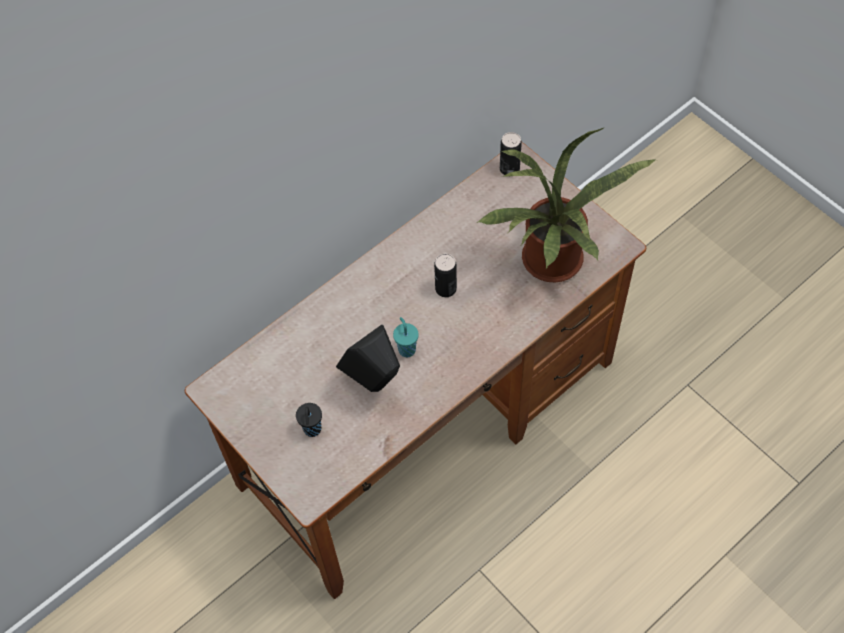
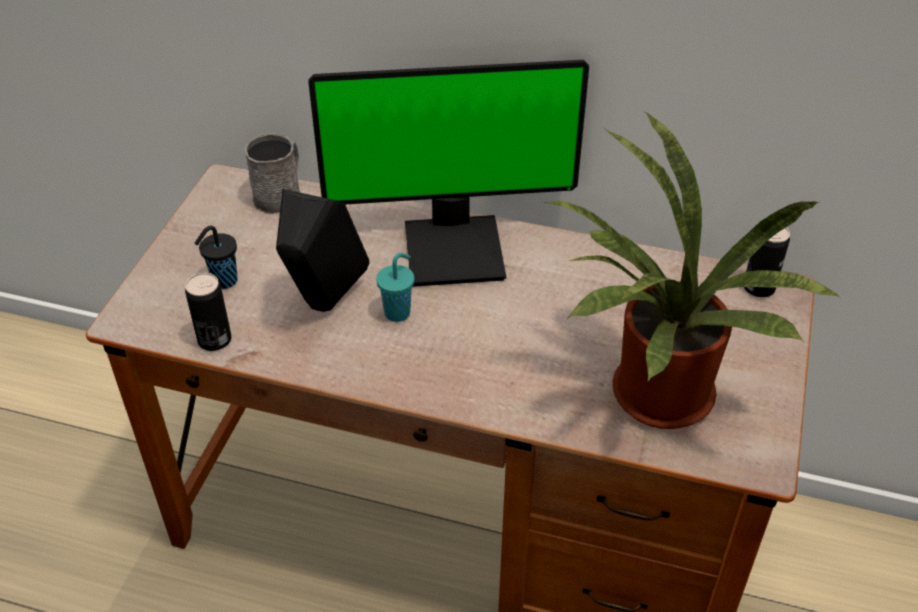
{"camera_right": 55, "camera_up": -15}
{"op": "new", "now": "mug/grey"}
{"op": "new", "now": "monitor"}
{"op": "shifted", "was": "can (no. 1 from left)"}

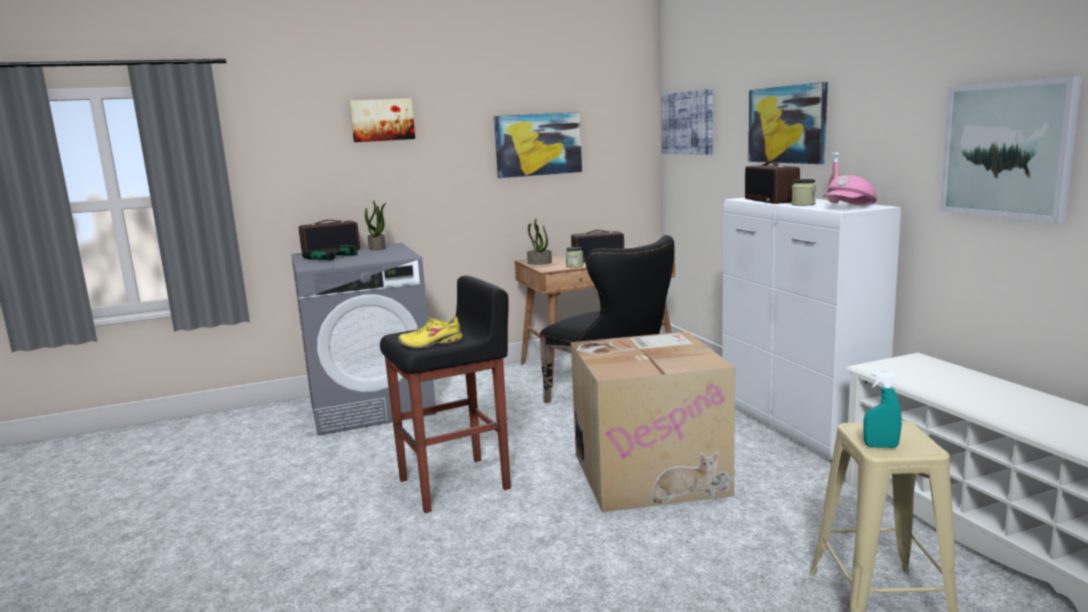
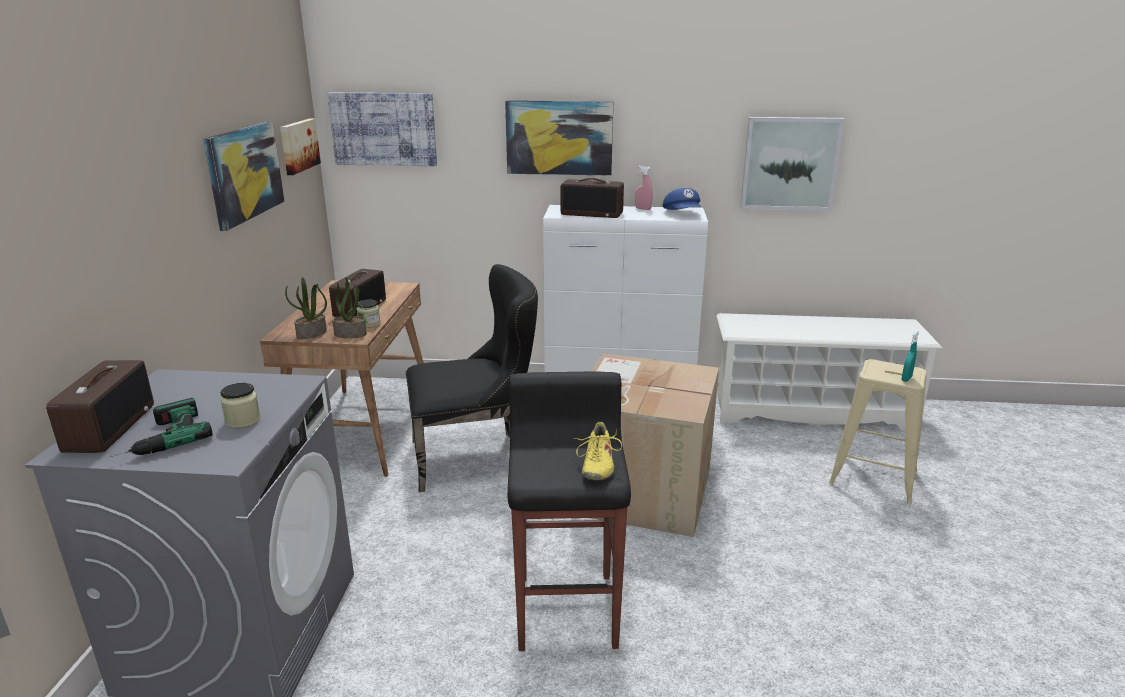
{"camera_right": -65, "camera_up": 10}
{"op": "shifted", "was": "picture (no. 1 from left in the first image)", "now": "picture (no. 2 from left)"}
{"op": "shifted", "was": "potted plant (no. 1 from left in the first image)", "now": "potted plant (no. 2 from left)"}
{"op": "shifted", "was": "jar (no. 2 from left in the first image)", "now": "jar (no. 1 from left)"}
{"op": "repainted", "was": "cap/pink", "now": "cap/blue"}

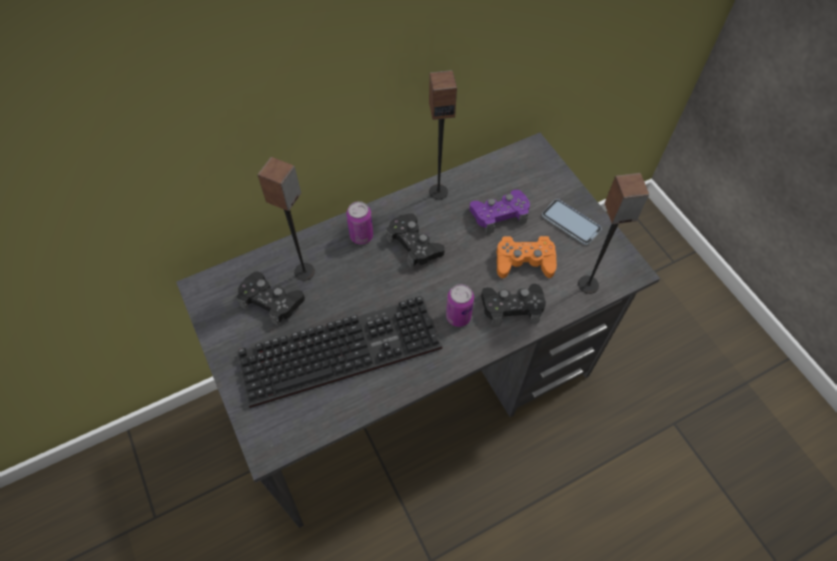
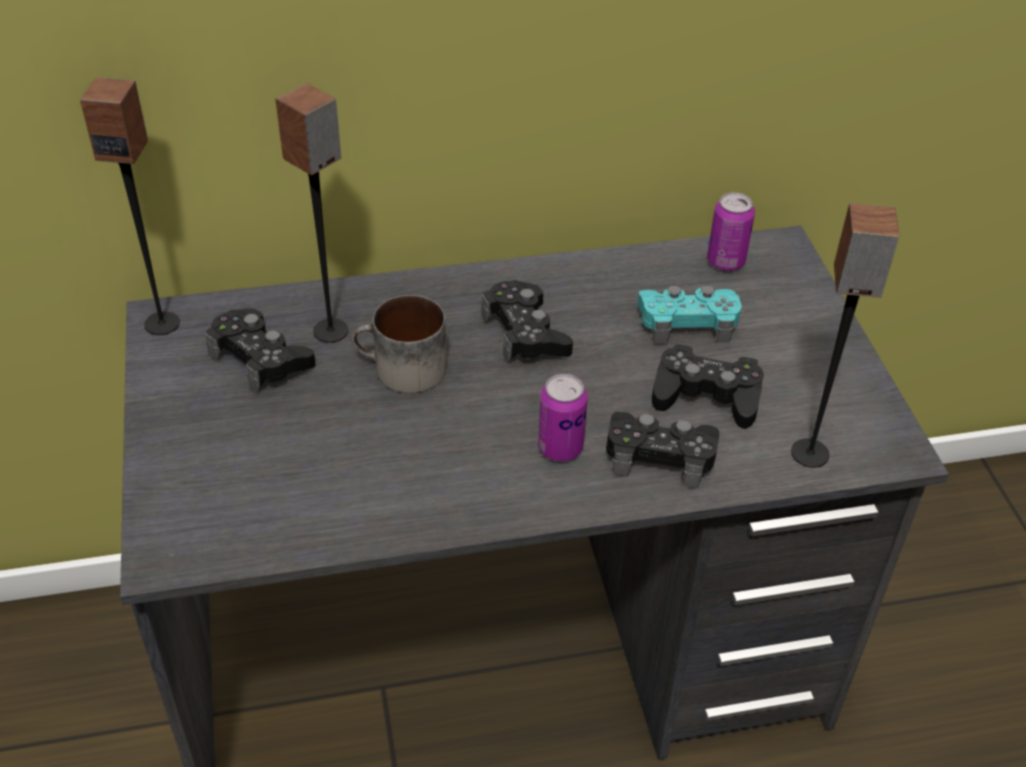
{"camera_right": 15, "camera_up": -15}
{"op": "gone", "was": "keyboard"}
{"op": "gone", "was": "phone"}
{"op": "new", "now": "mug"}
{"op": "shifted", "was": "can (no. 1 from left in the first image)", "now": "can (no. 2 from left)"}
{"op": "shifted", "was": "speaker (no. 2 from left in the first image)", "now": "speaker (no. 1 from left)"}
{"op": "repainted", "was": "game controller/purple", "now": "game controller/turquoise"}
{"op": "repainted", "was": "game controller/orange", "now": "game controller/black (no. 4 from left)"}

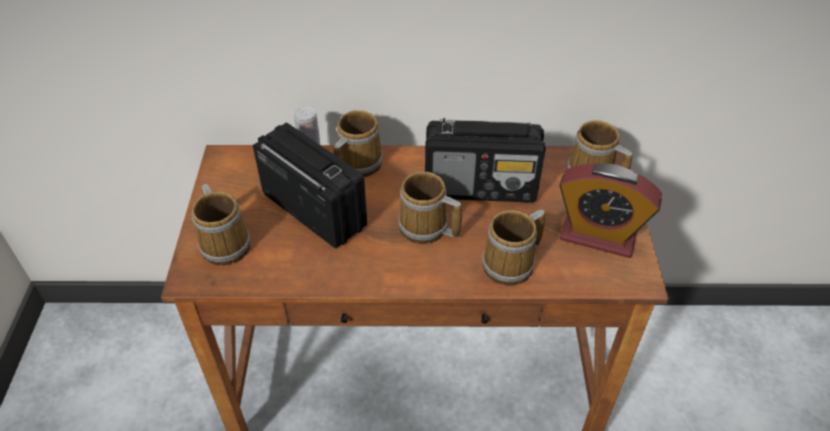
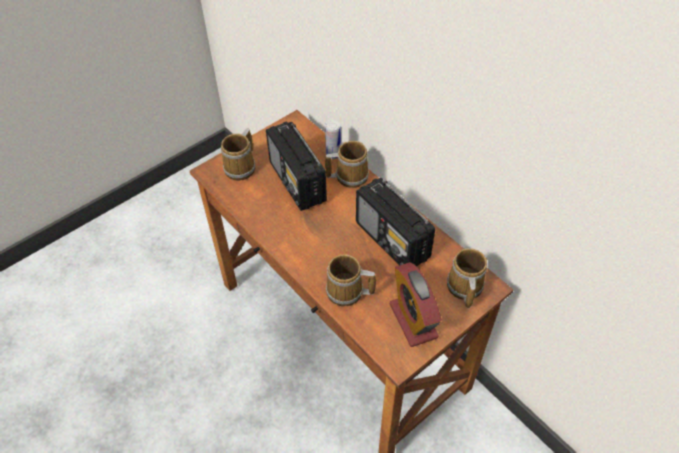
{"camera_right": 50, "camera_up": 5}
{"op": "gone", "was": "mug (no. 3 from left)"}
{"op": "rotated", "was": "radio (no. 1 from left)", "clockwise": 150}

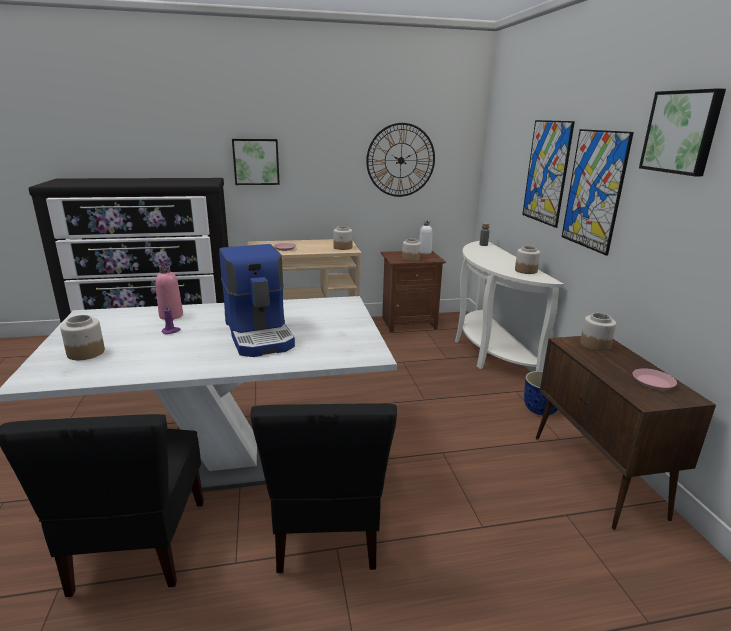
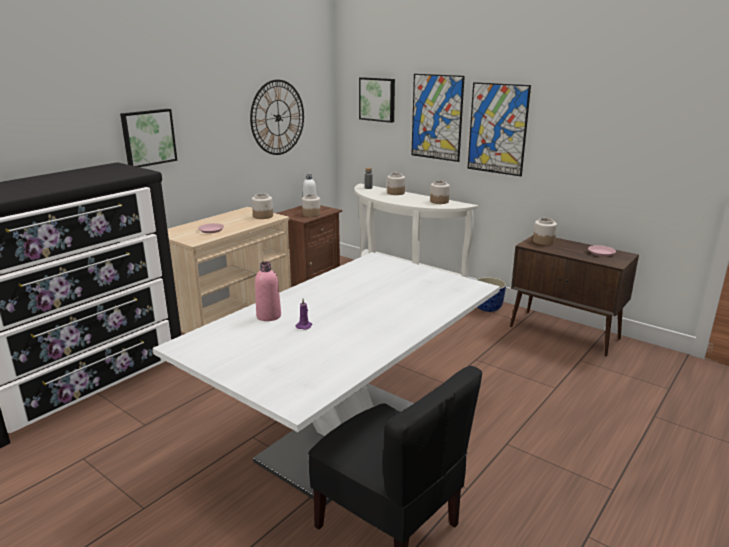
{"camera_right": -40, "camera_up": 0}
{"op": "gone", "was": "coffee machine"}
{"op": "gone", "was": "chair/black (no. 2 from left)"}
{"op": "shifted", "was": "jar (no. 1 from left in the first image)", "now": "jar (no. 3 from left)"}
{"op": "shifted", "was": "picture (no. 4 from left in the first image)", "now": "picture (no. 2 from left)"}

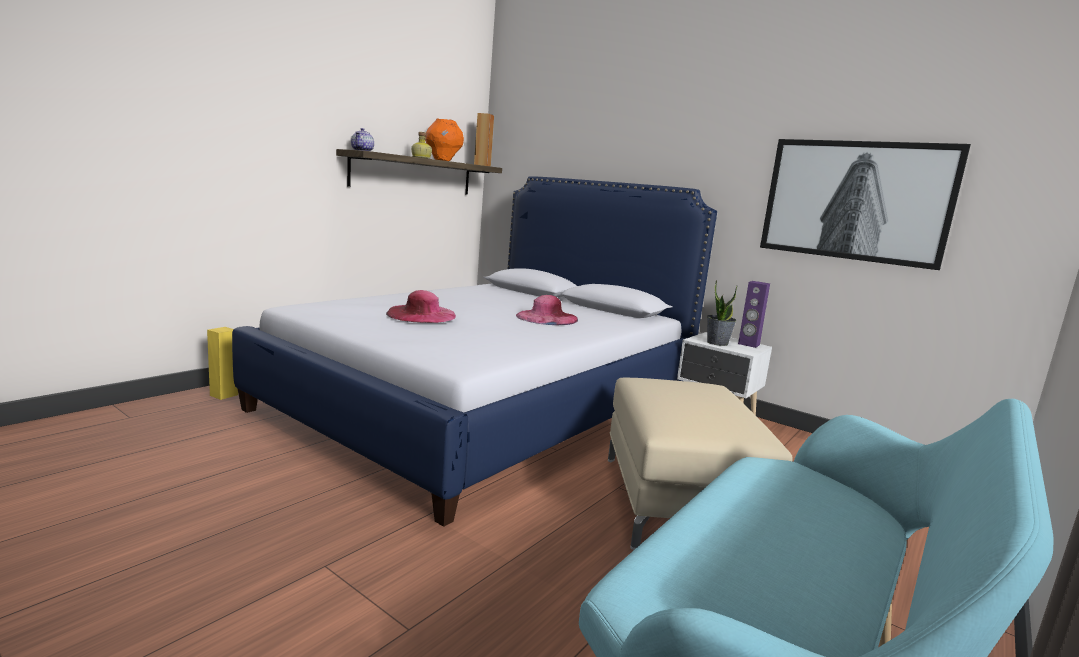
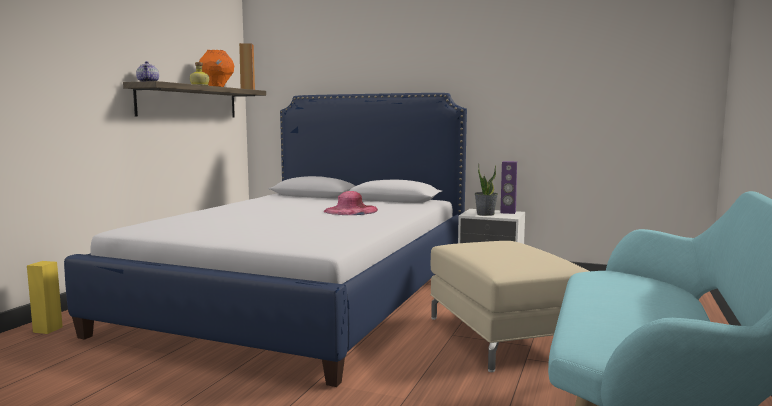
{"camera_right": -15, "camera_up": -5}
{"op": "gone", "was": "hat/pink (no. 1 from left)"}
{"op": "gone", "was": "picture"}

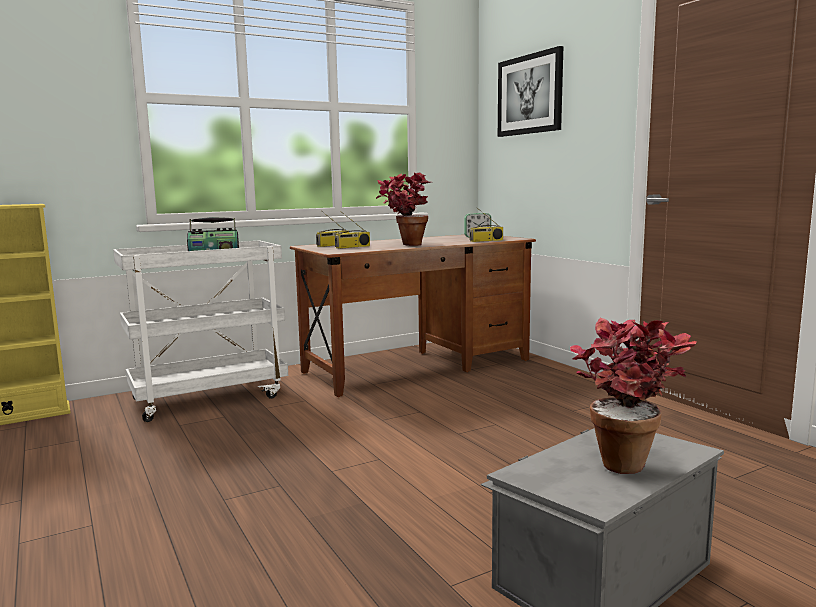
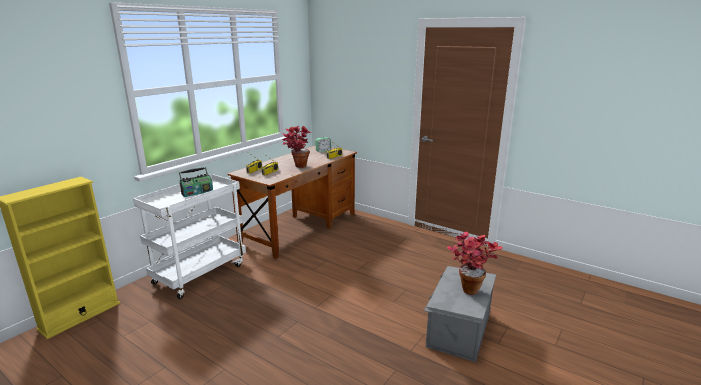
{"camera_right": -25, "camera_up": 10}
{"op": "gone", "was": "picture"}

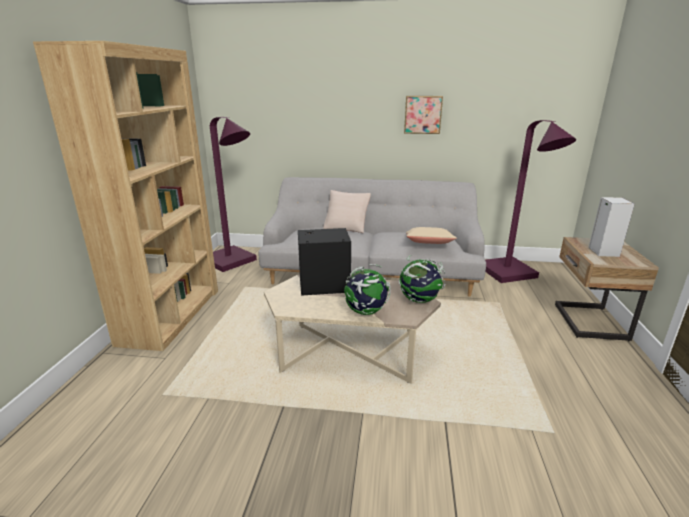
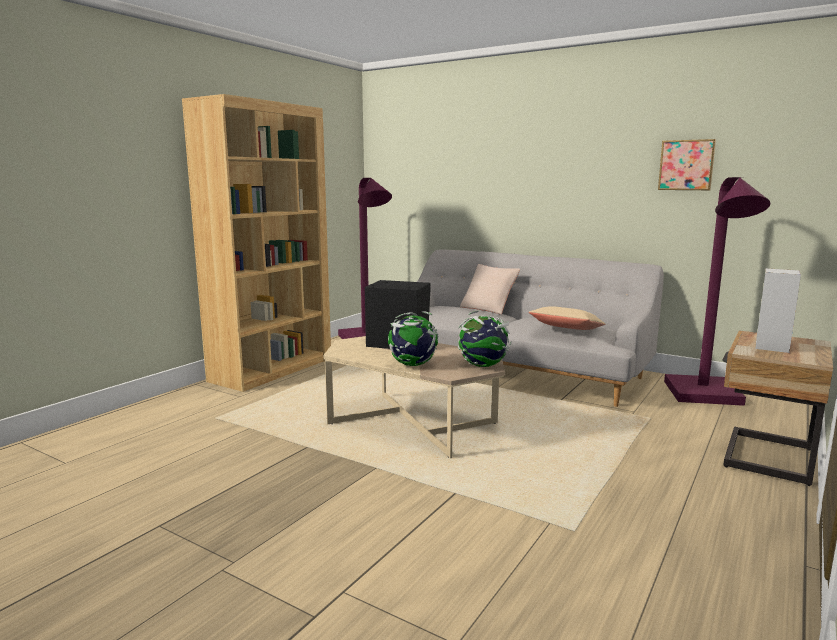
{"camera_right": 25, "camera_up": -10}
{"op": "shifted", "was": "picture"}

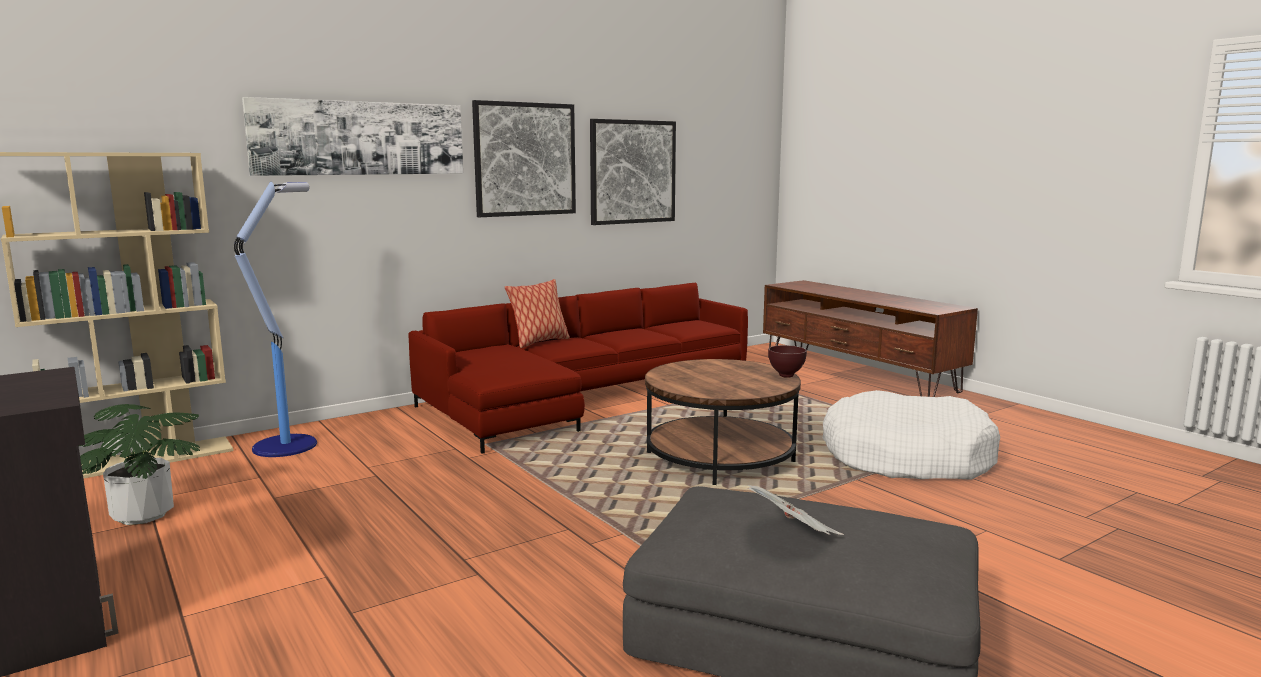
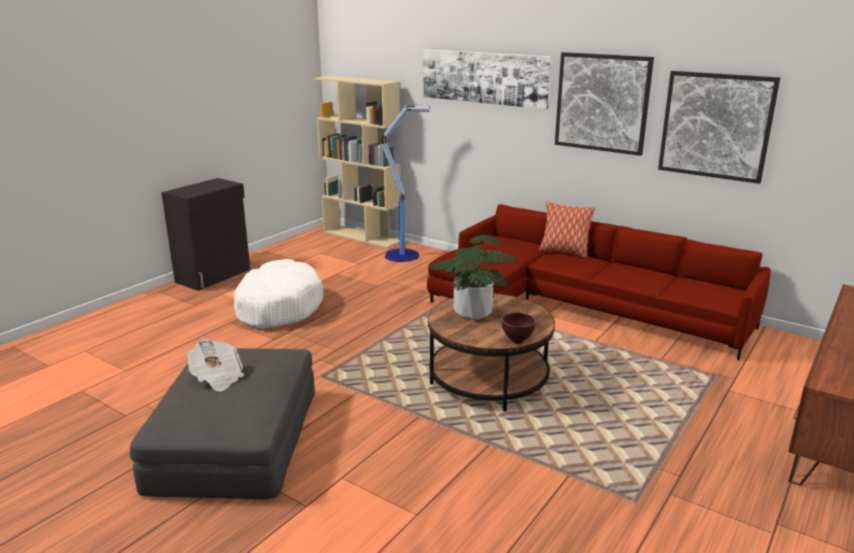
{"camera_right": 70, "camera_up": 10}
{"op": "shifted", "was": "potted plant"}
{"op": "shifted", "was": "dog bed/white"}

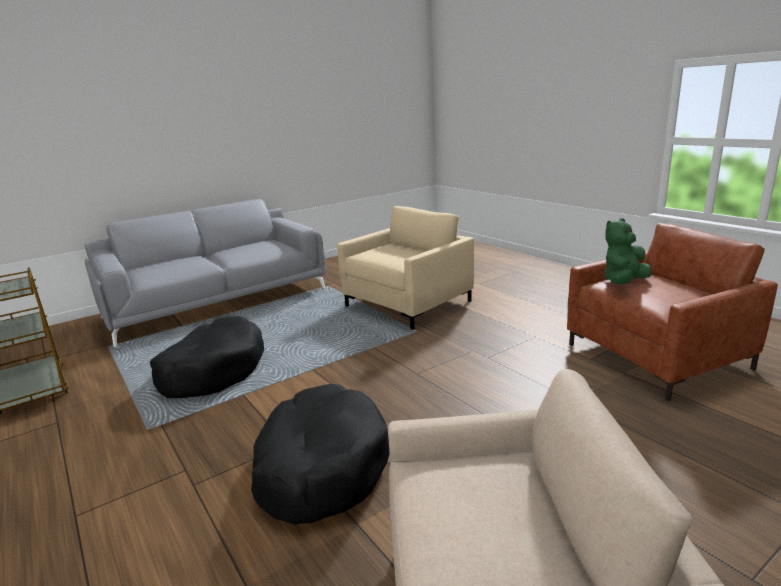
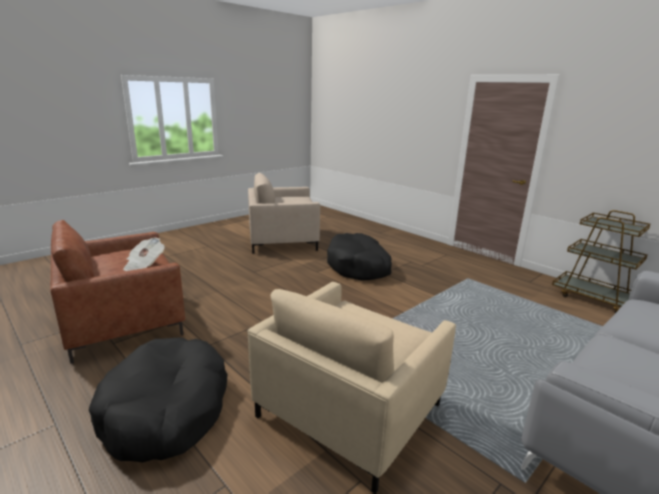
{"camera_right": 170, "camera_up": 0}
{"op": "shifted", "was": "dog bed/black (no. 1 from left)"}
{"op": "swapped", "was": "plush toy/green", "now": "newspaper"}

